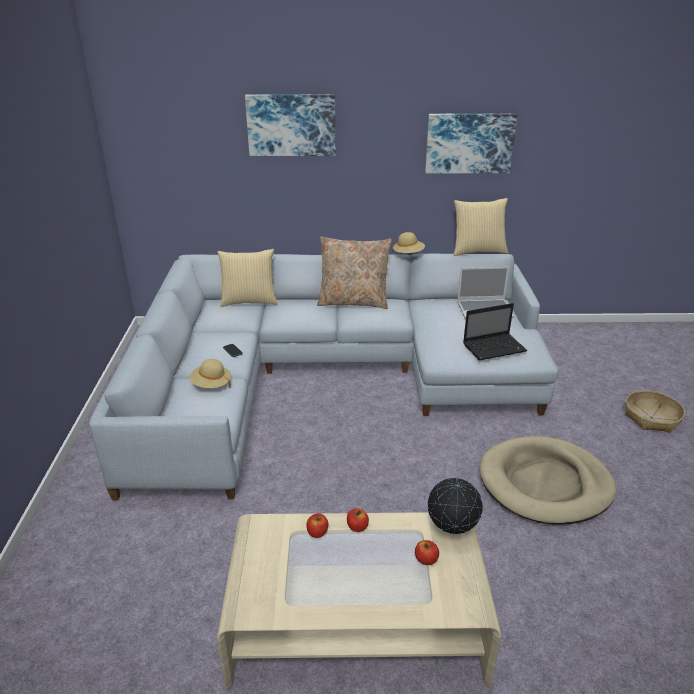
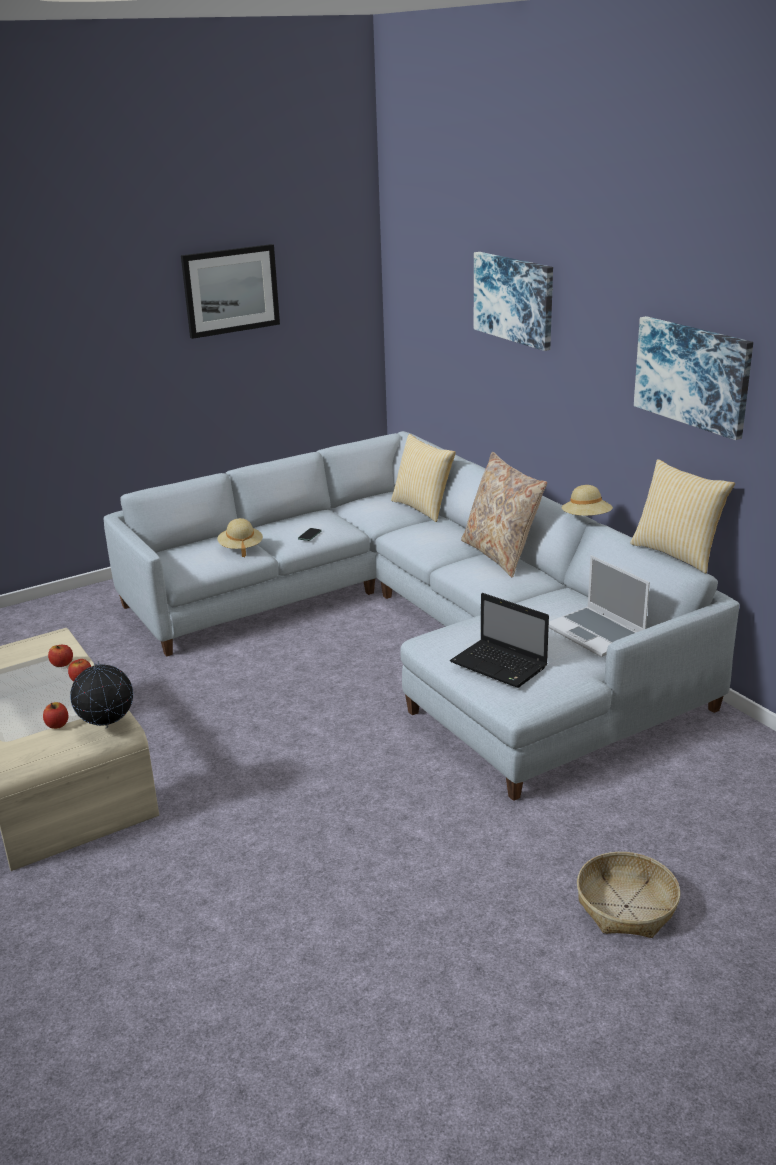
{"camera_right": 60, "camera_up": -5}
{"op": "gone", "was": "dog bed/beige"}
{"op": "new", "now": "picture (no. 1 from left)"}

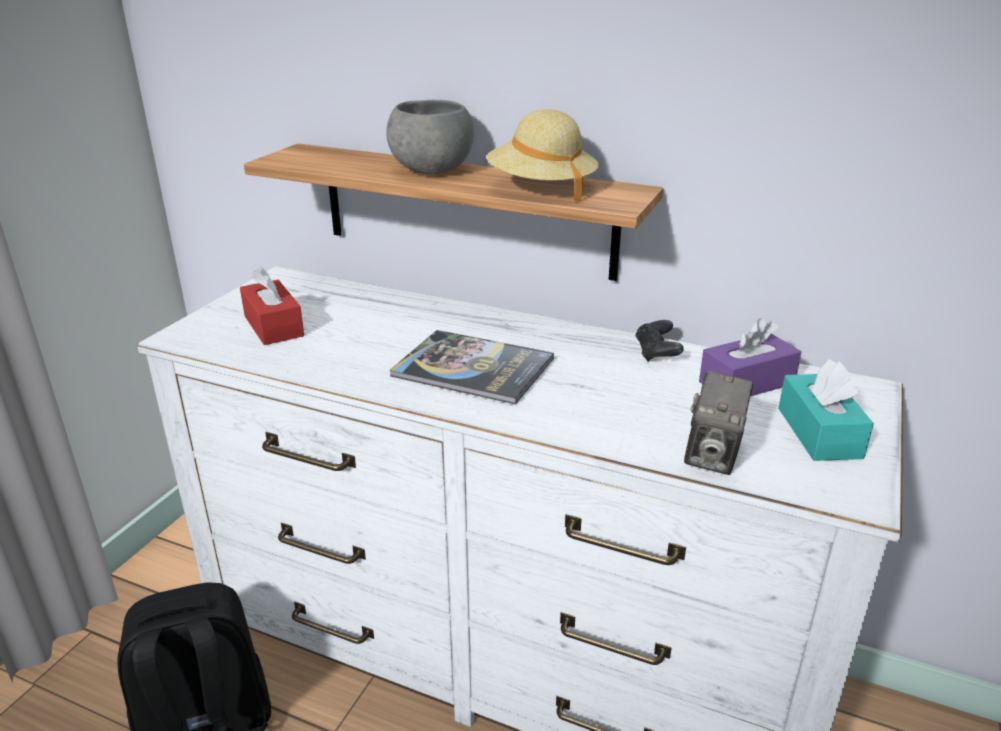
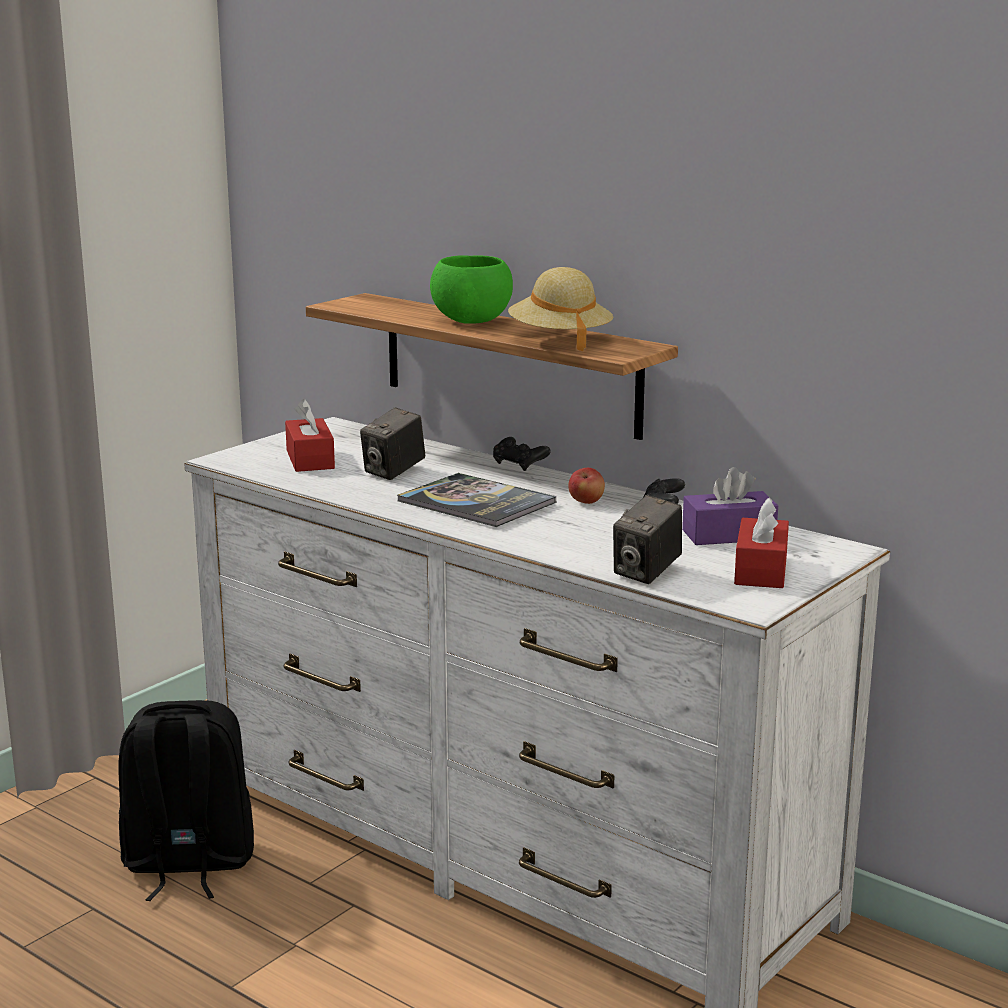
{"camera_right": 15, "camera_up": -10}
{"op": "new", "now": "photo camera (no. 1 from left)"}
{"op": "new", "now": "game controller/black (no. 1 from left)"}
{"op": "new", "now": "apple"}
{"op": "repainted", "was": "bowl/grey", "now": "bowl/green"}
{"op": "repainted", "was": "tissue box/turquoise", "now": "tissue box/red (no. 2 from left)"}

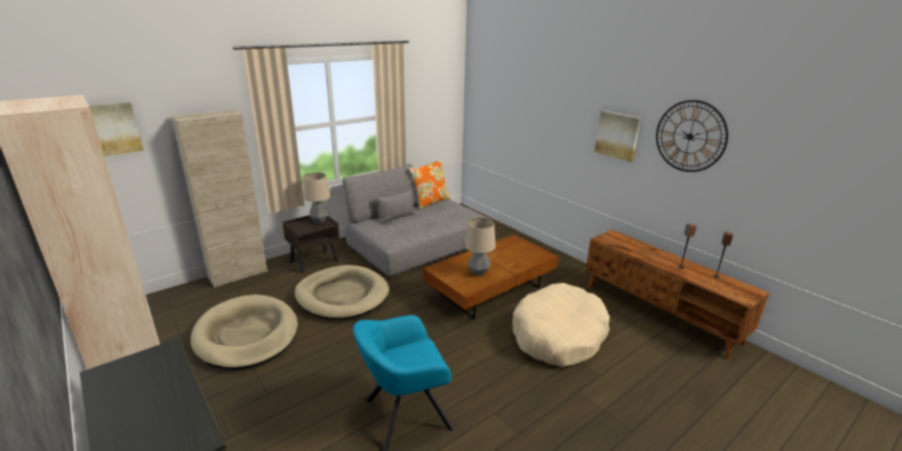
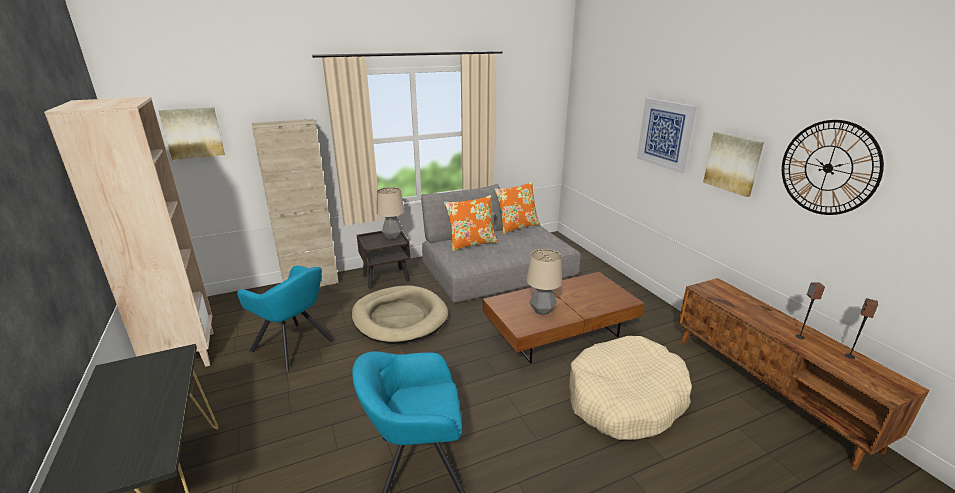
{"camera_right": 15, "camera_up": 0}
{"op": "new", "now": "pillow/orange (no. 1 from left)"}
{"op": "new", "now": "picture (no. 2 from left)"}
{"op": "swapped", "was": "dog bed/beige (no. 1 from left)", "now": "armchair/turquoise (no. 1 from left)"}

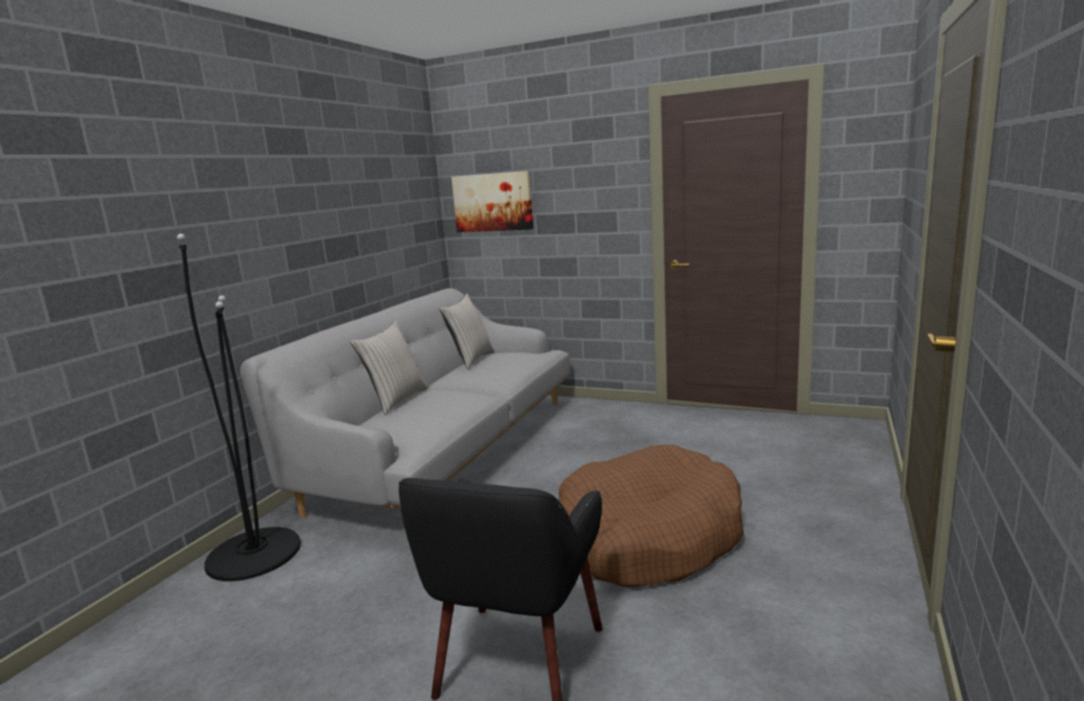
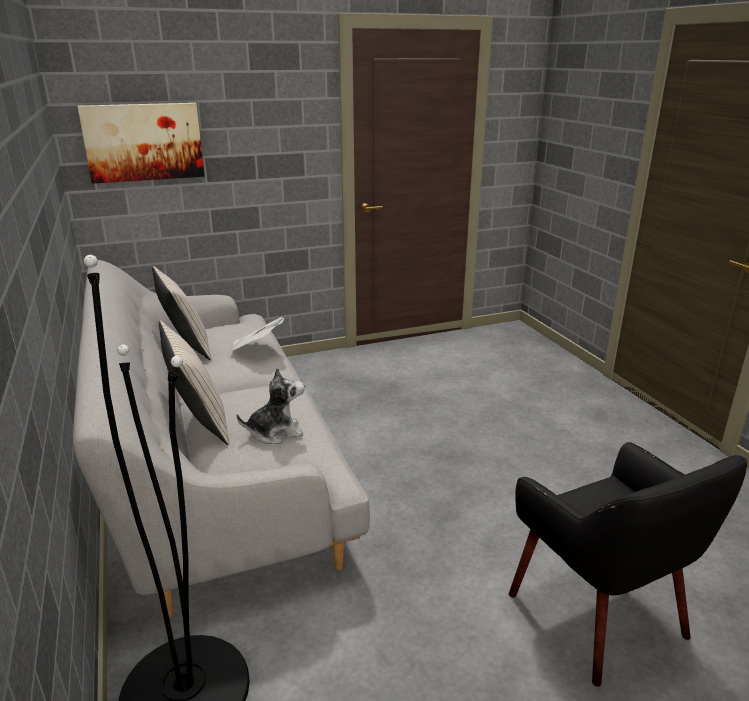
{"camera_right": -45, "camera_up": 10}
{"op": "gone", "was": "dog bed/brown"}
{"op": "new", "now": "newspaper"}
{"op": "new", "now": "plush toy"}

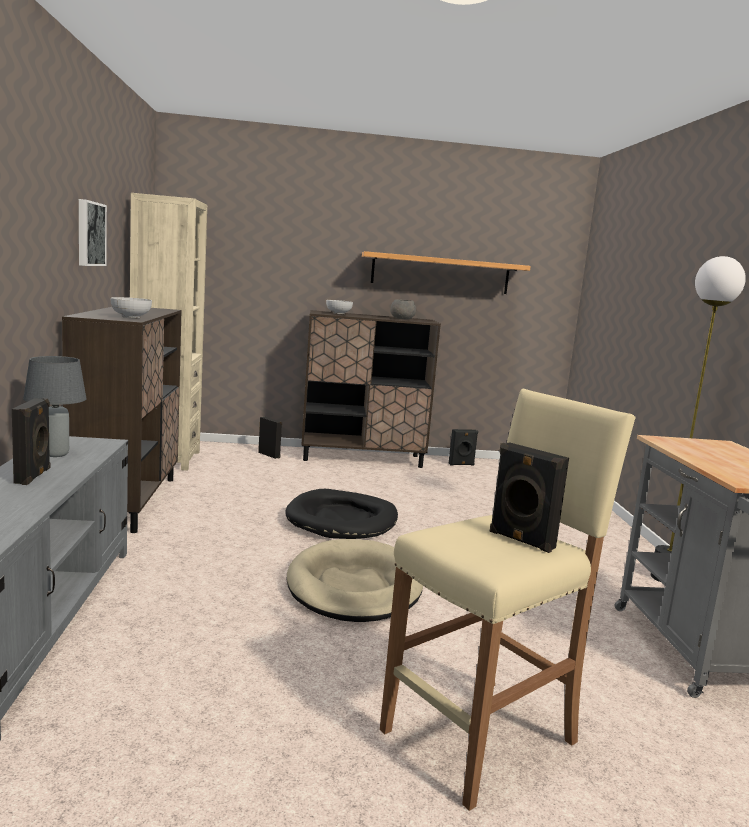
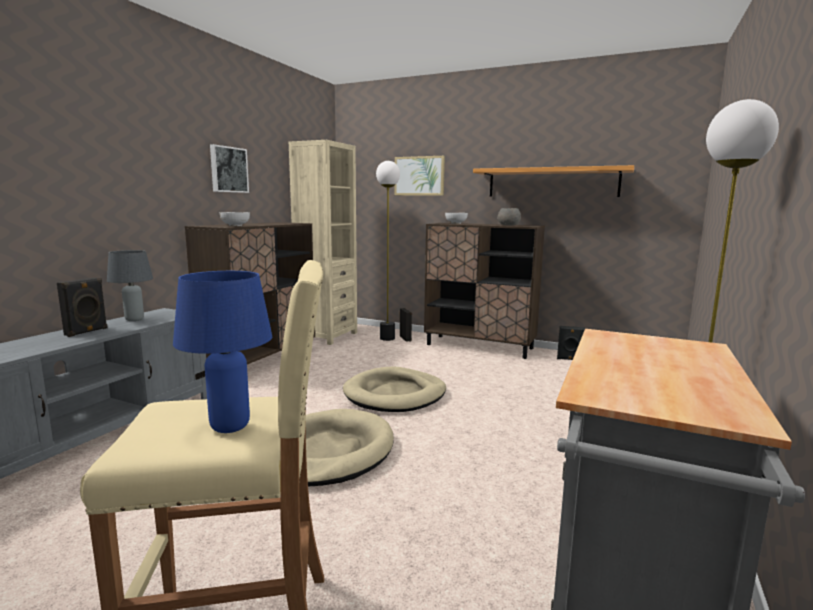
{"camera_right": 30, "camera_up": 0}
{"op": "new", "now": "floor lamp (no. 1 from left)"}
{"op": "new", "now": "picture (no. 2 from left)"}
{"op": "swapped", "was": "speaker/black (no. 4 from left)", "now": "table lamp/blue"}
{"op": "repainted", "was": "dog bed/black", "now": "dog bed/beige (no. 2 from left)"}

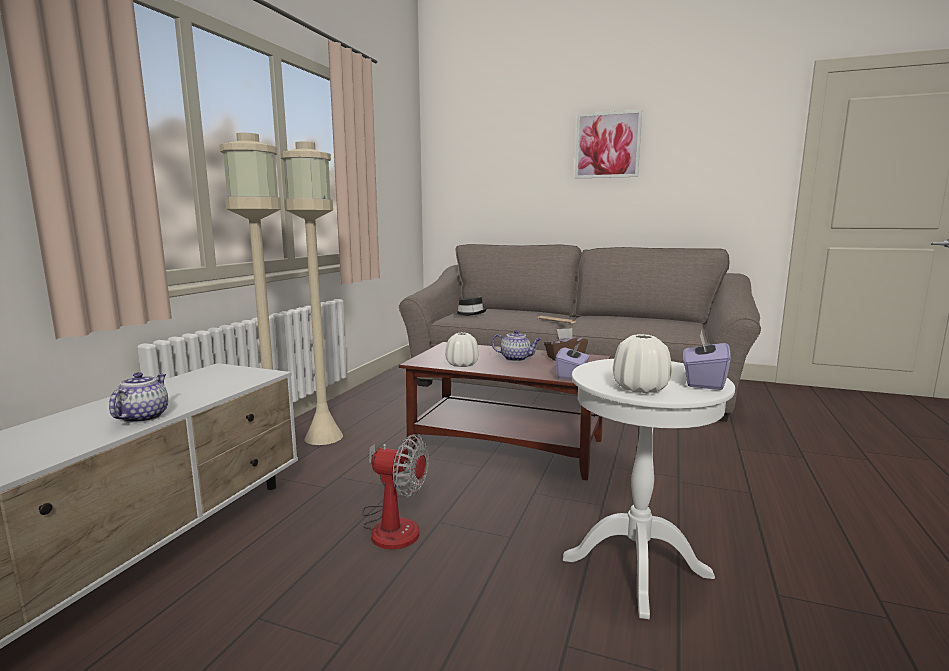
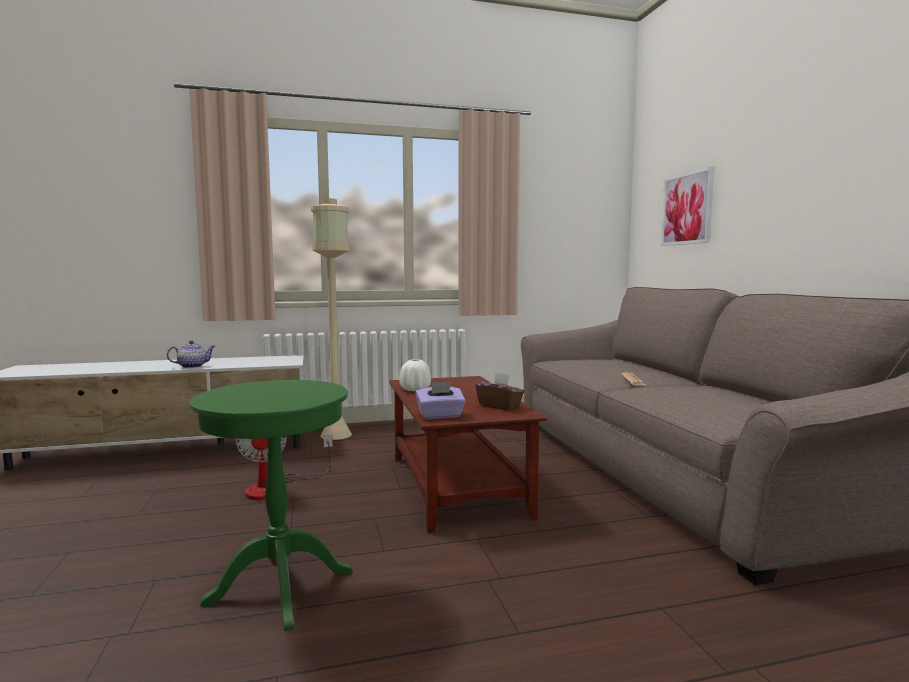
{"camera_right": 55, "camera_up": -5}
{"op": "gone", "was": "floor lamp/beige (no. 2 from left)"}
{"op": "gone", "was": "hat/black"}
{"op": "gone", "was": "teapot (no. 2 from left)"}
{"op": "gone", "was": "vase/white (no. 2 from left)"}
{"op": "gone", "was": "tissue box/purple (no. 2 from left)"}
{"op": "shifted", "was": "picture"}
{"op": "repainted", "was": "side table/white", "now": "side table/green"}

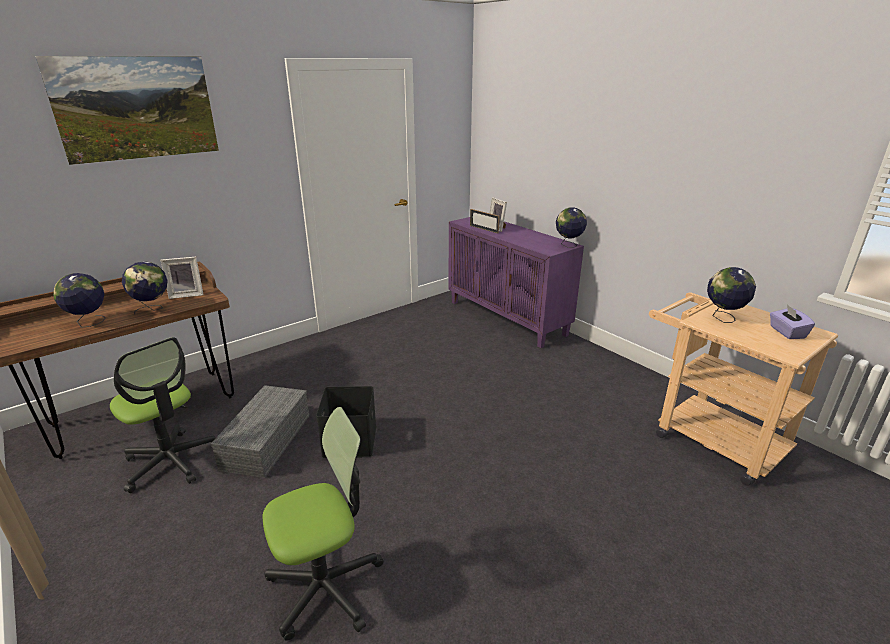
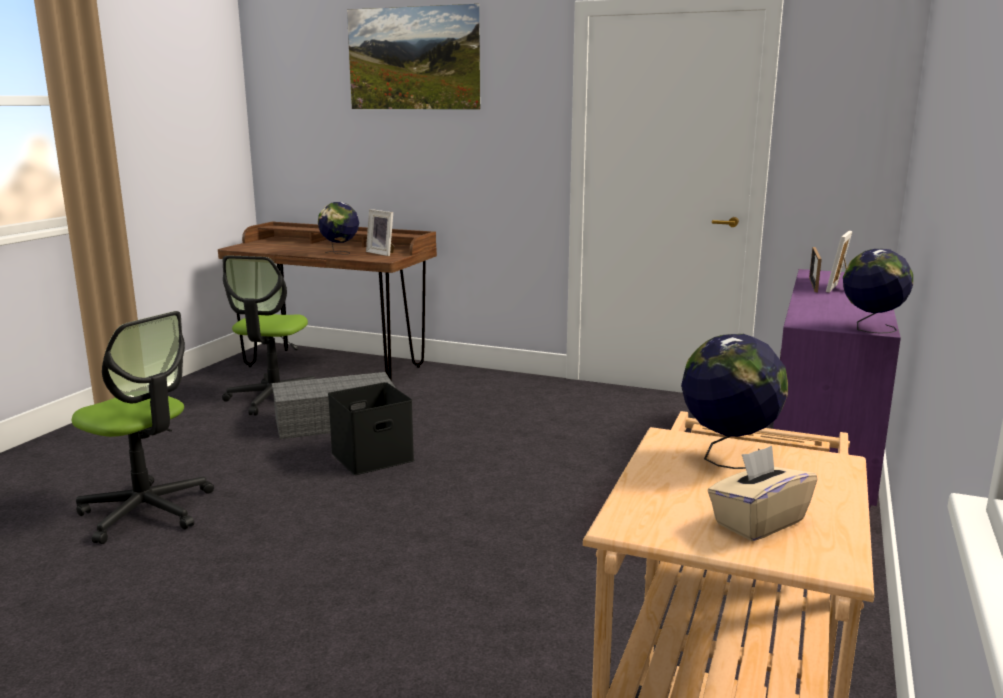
{"camera_right": 60, "camera_up": -10}
{"op": "gone", "was": "globe (no. 1 from left)"}
{"op": "repainted", "was": "tissue box/purple", "now": "tissue box/beige"}

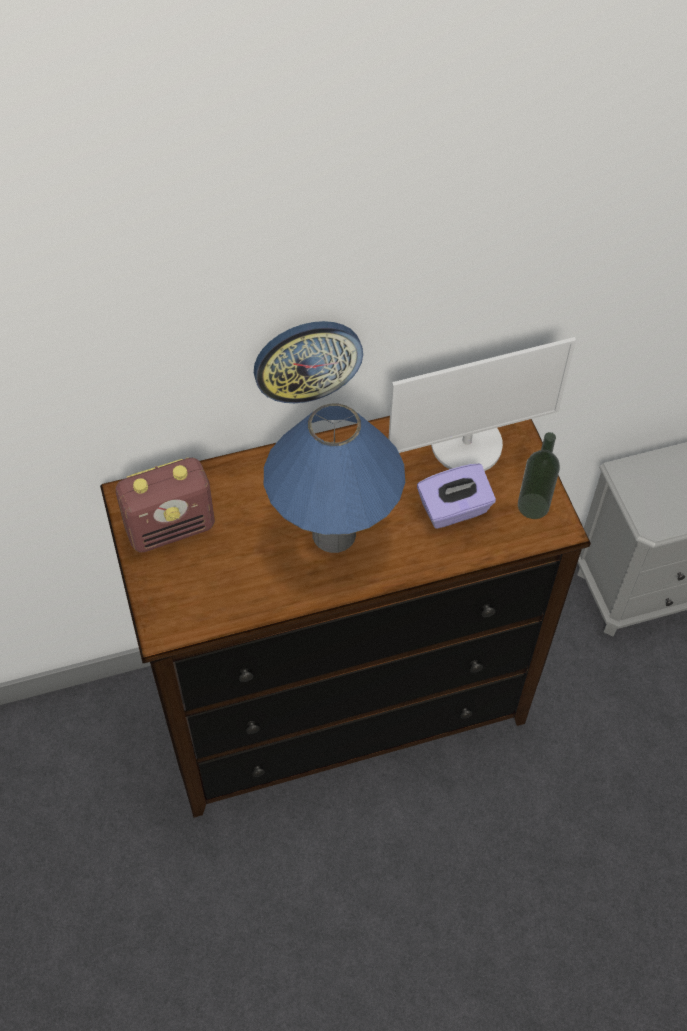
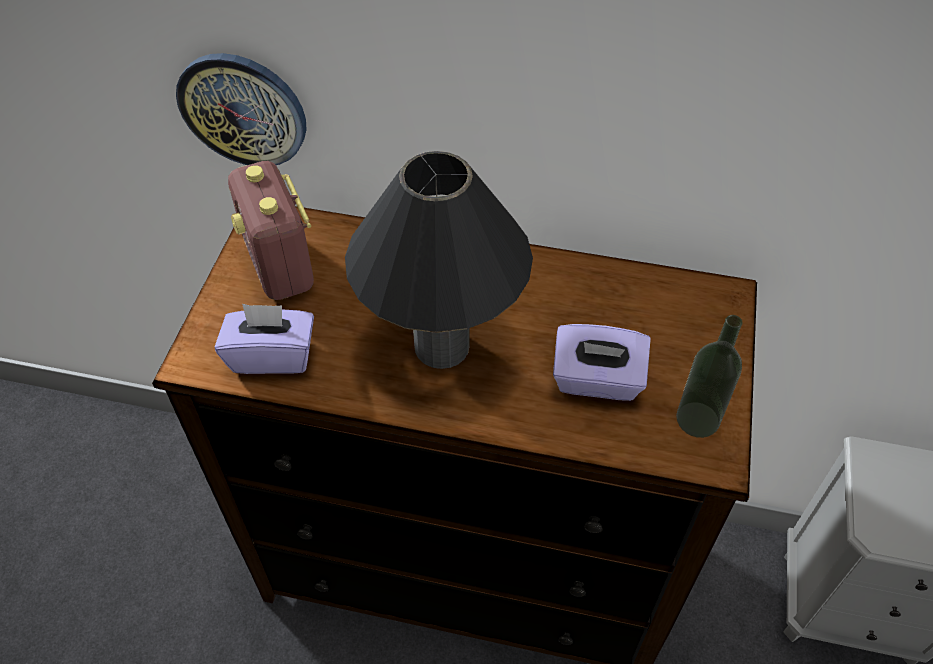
{"camera_right": 30, "camera_up": -5}
{"op": "gone", "was": "monitor"}
{"op": "new", "now": "tissue box/purple (no. 1 from left)"}
{"op": "shifted", "was": "wall clock"}
{"op": "repainted", "was": "table lamp/blue", "now": "table lamp/black"}
{"op": "rotated", "was": "radio", "clockwise": 60}

